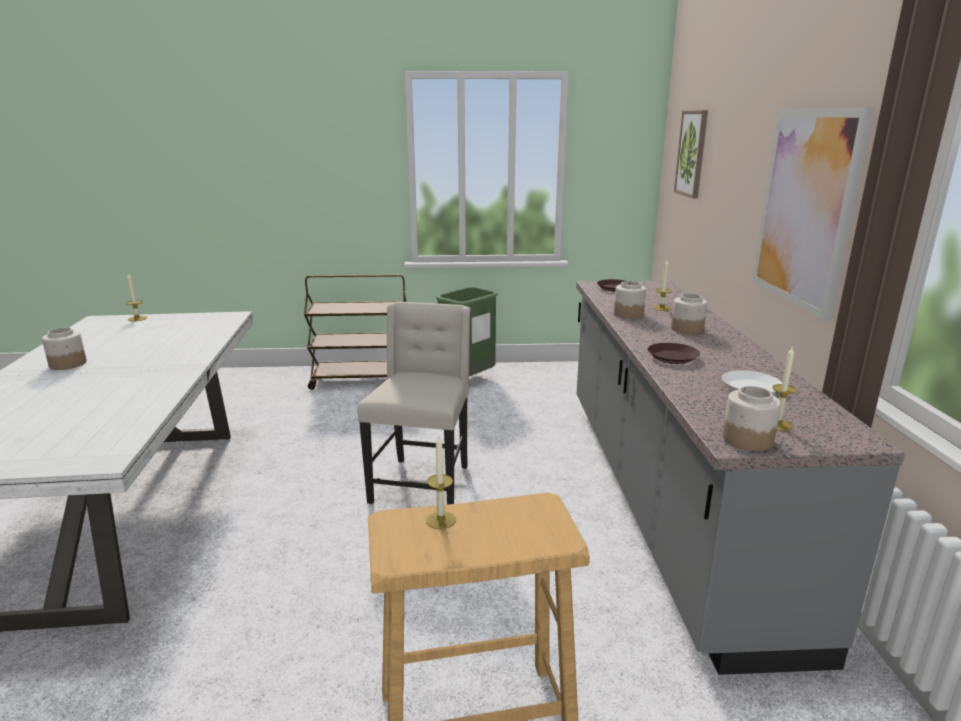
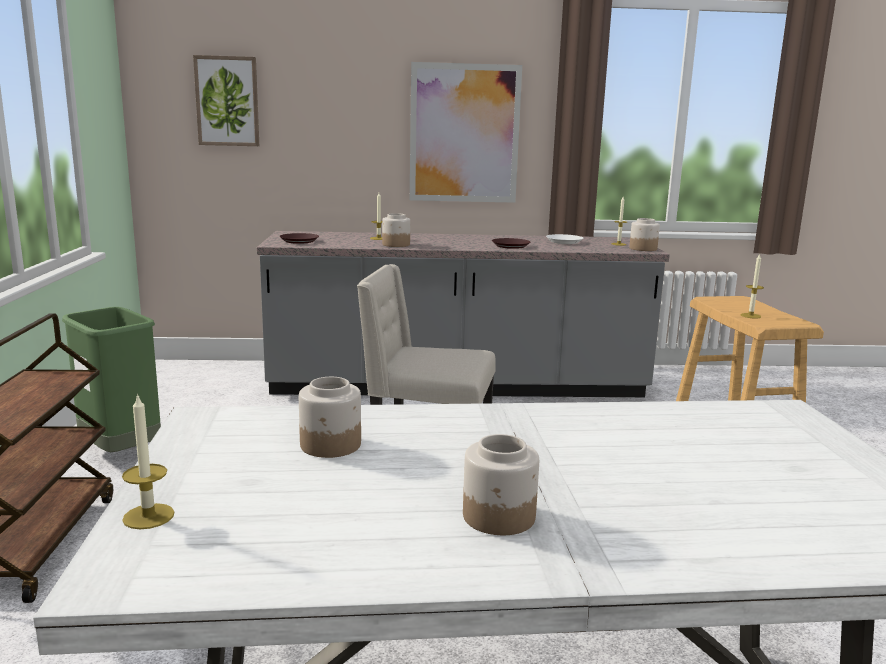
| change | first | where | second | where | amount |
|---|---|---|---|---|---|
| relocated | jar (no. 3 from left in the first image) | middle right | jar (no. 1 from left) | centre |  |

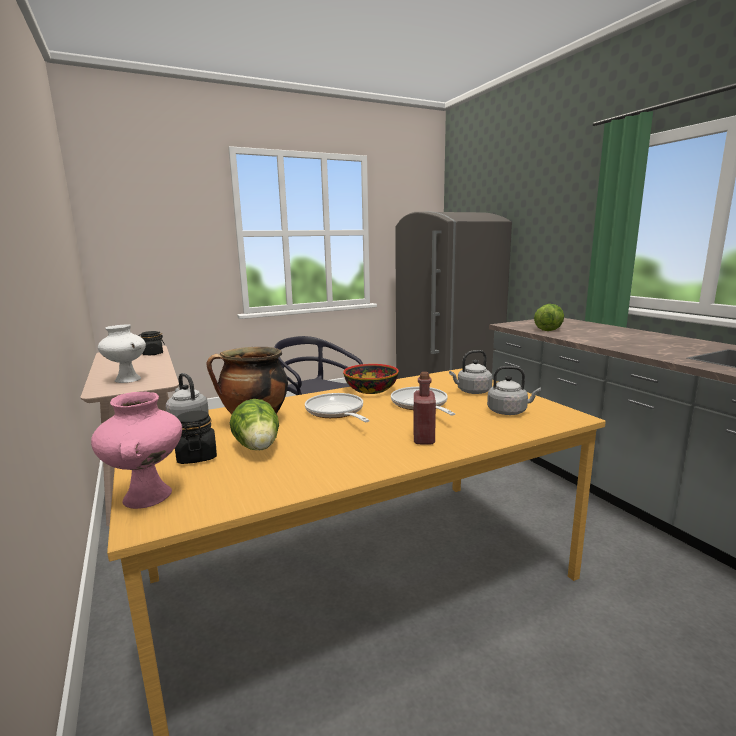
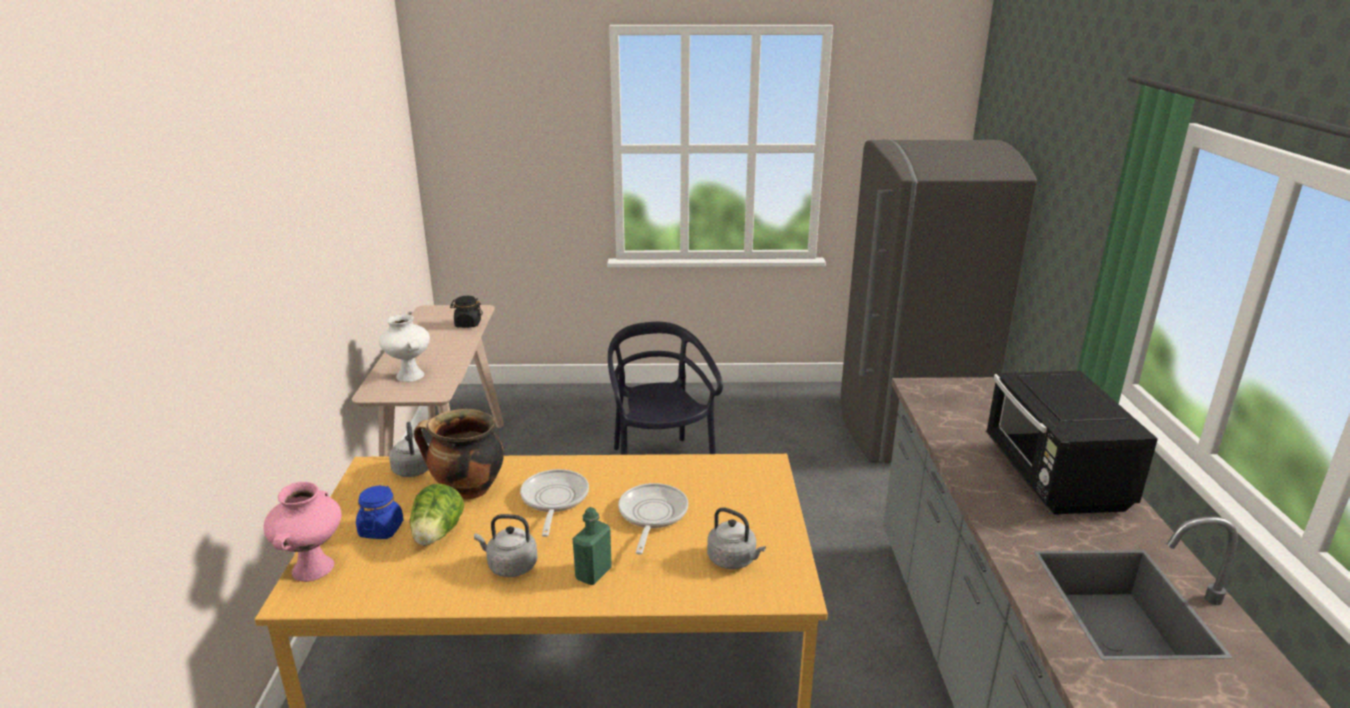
| change | first | where | second | where | amount |
|---|---|---|---|---|---|
| missing | bowl | centre |  |  |  |
| missing | lettuce (no. 2 from left) | middle right |  |  |  |
| appeared |  |  | black microwave | middle right |  |
| relocated | grey kettle (no. 2 from left) | centre |  | bottom centre |  |
| colour | black jar (no. 2 from left) | middle left | blue jar | bottom left |  |
| colour | red bottle | centre | green bottle | bottom centre |  |

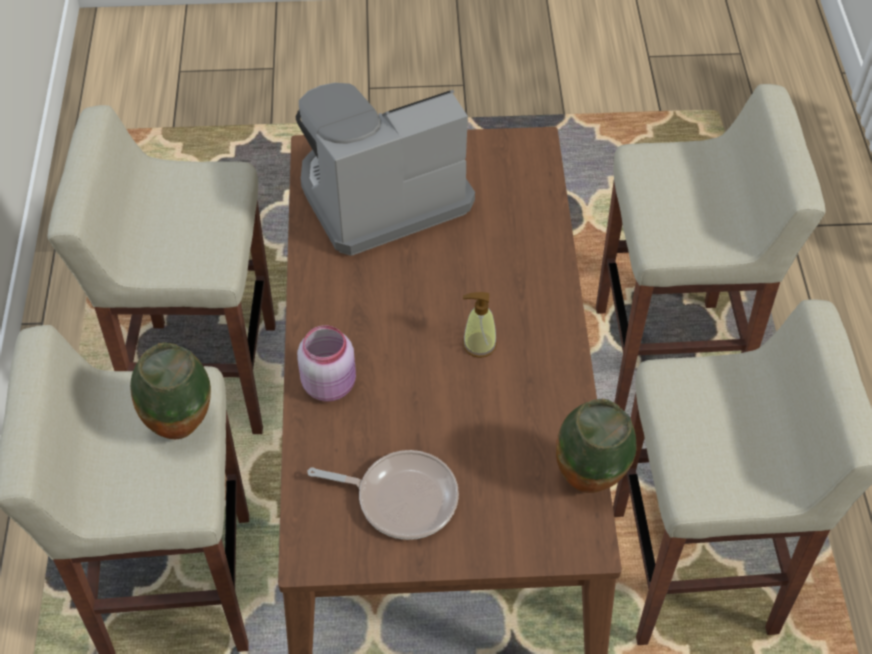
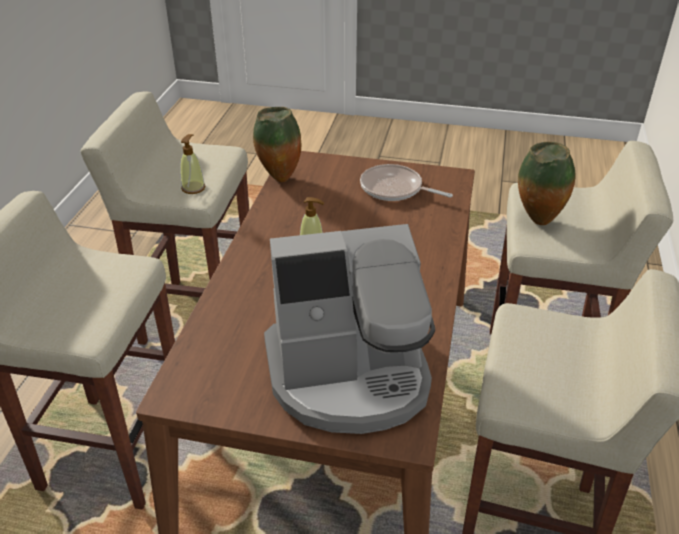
| change | first | where | second | where | amount |
|---|---|---|---|---|---|
| missing | pink jar | centre |  |  |  |
| appeared |  |  | soap dispenser (no. 1 from left) | top left |  |

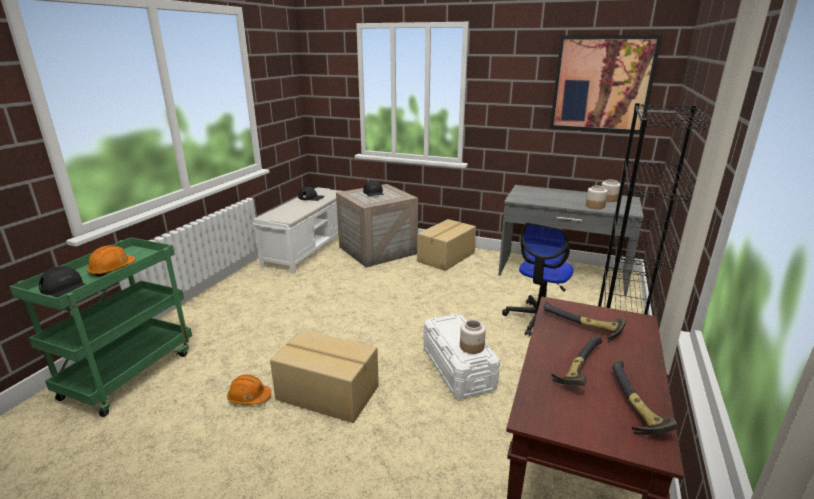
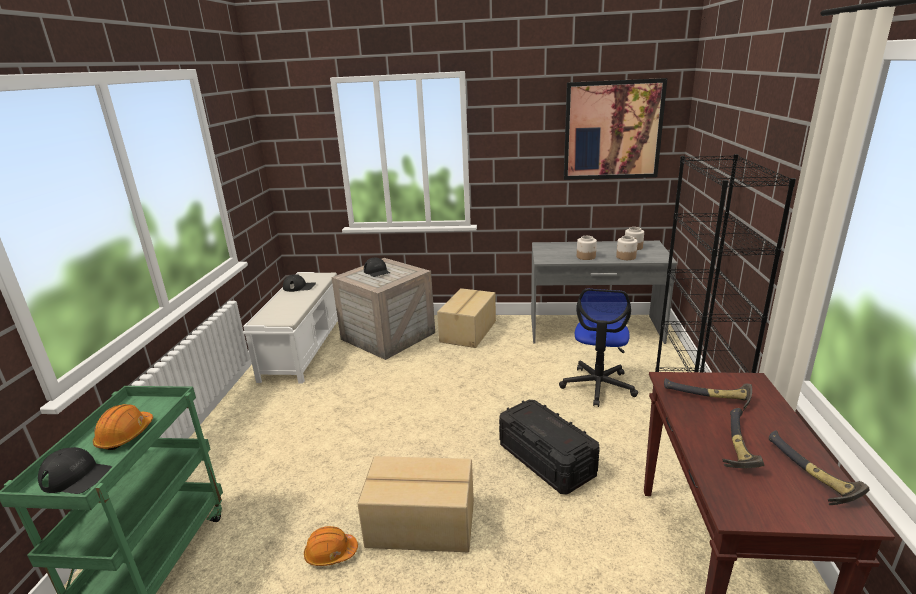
| change | first | where | second | where | amount |
|---|---|---|---|---|---|
| relocated | jar (no. 1 from left) | bottom centre |  | centre |  |
| colour | white storage box | bottom centre | black storage box | bottom centre |  |

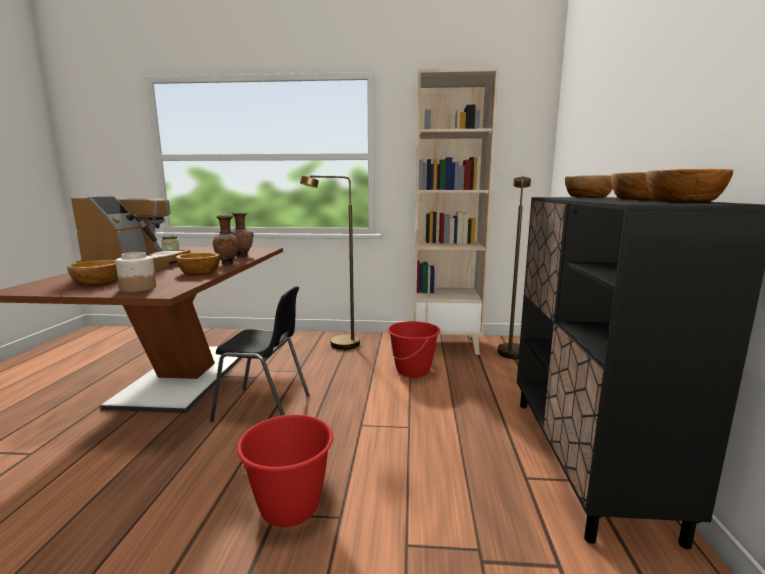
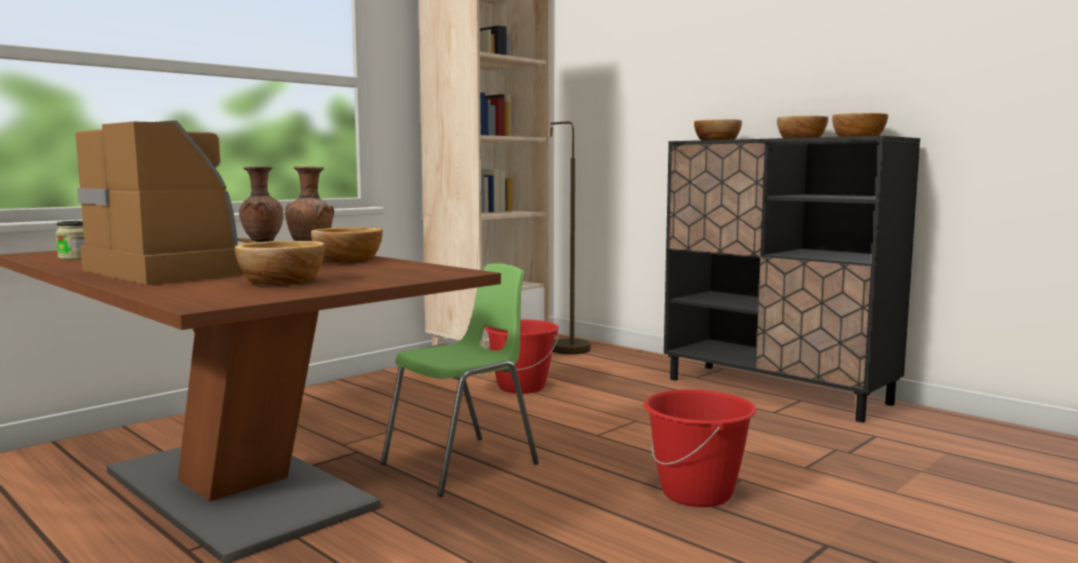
| change | first | where | second | where | amount |
|---|---|---|---|---|---|
| missing | jar (no. 1 from left) | middle left |  |  |  |
| missing | brown floor lamp (no. 1 from left) | centre |  |  |  |
| colour | black chair | centre | green chair | bottom centre |  |

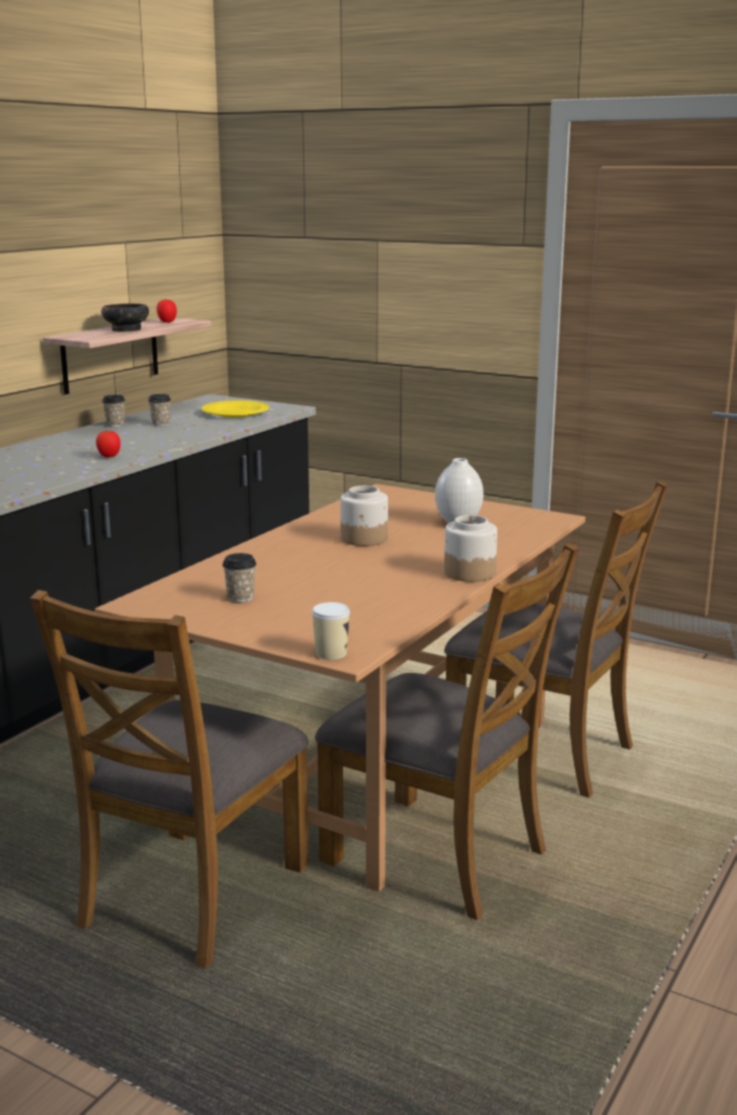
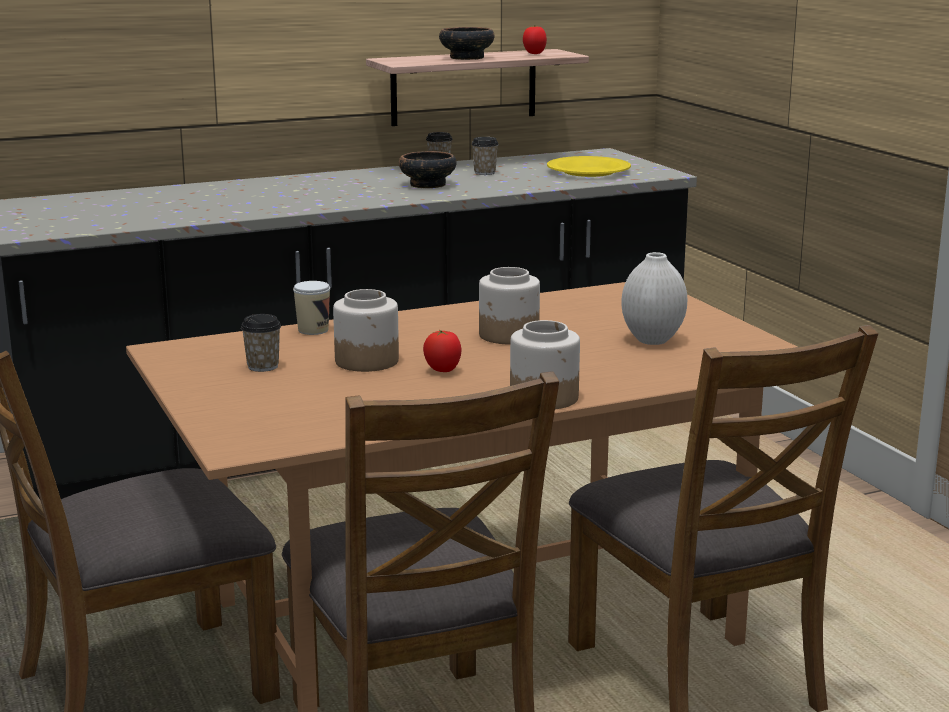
| change | first | where | second | where | amount |
|---|---|---|---|---|---|
| appeared |  |  | jar (no. 1 from left) | centre |  |
| appeared |  |  | bowl (no. 1 from left) | top centre |  |
| relocated | tomato (no. 1 from left) | middle left |  | centre |  |
| relocated | cup (no. 4 from left in the first image) | centre | cup (no. 2 from left) | middle left |  |

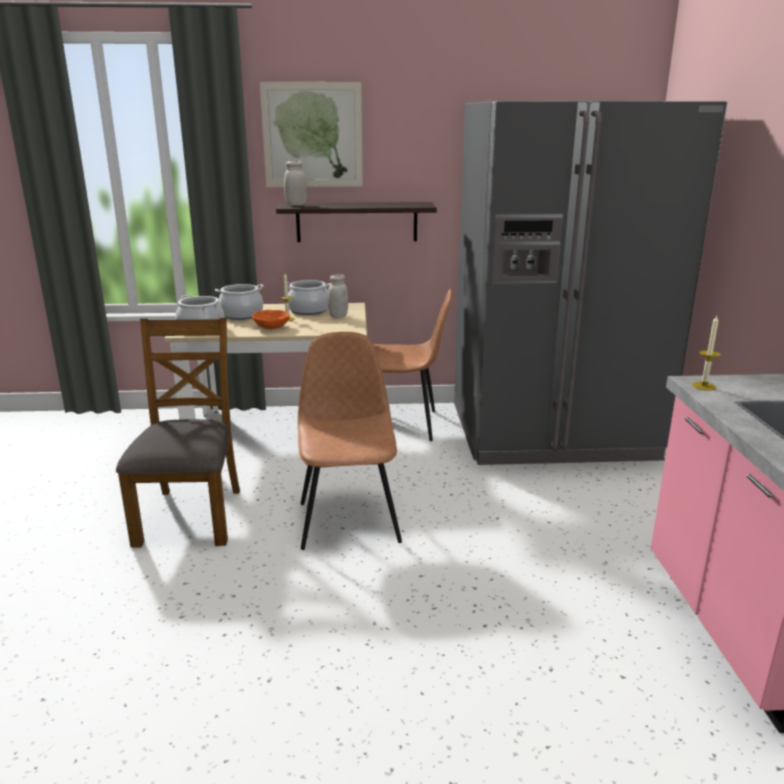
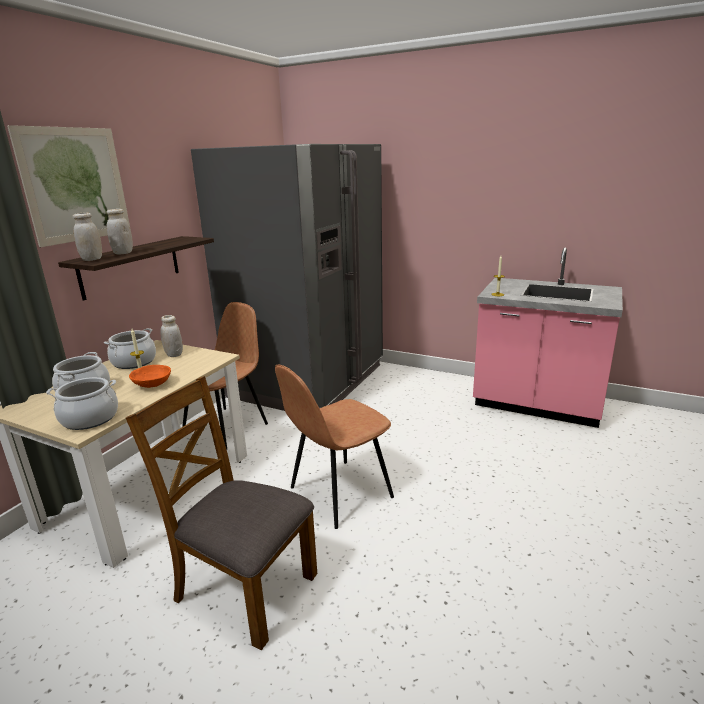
| change | first | where | second | where | amount |
|---|---|---|---|---|---|
| appeared |  |  | white jar (no. 2 from left) | top left |  |
| spun | brown chair (no. 2 from left in the first image) | centre | brown chair (no. 3 from left) | centre | 60 degrees counterclockwise |

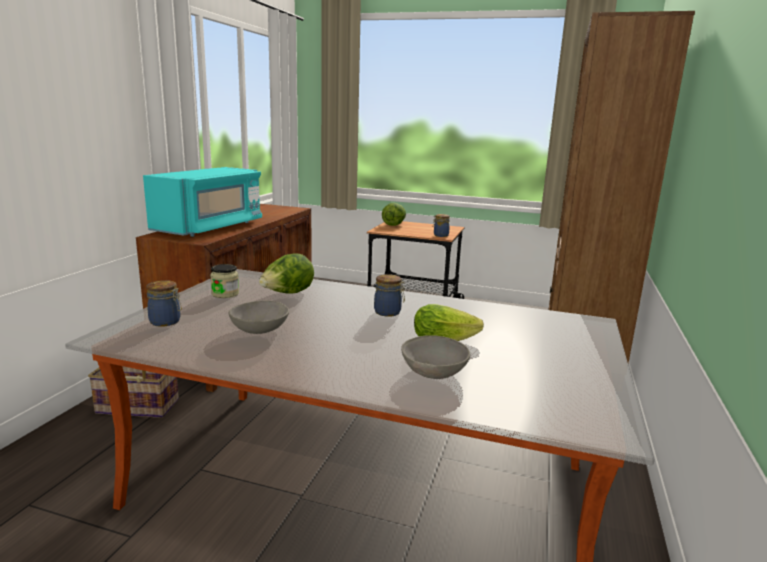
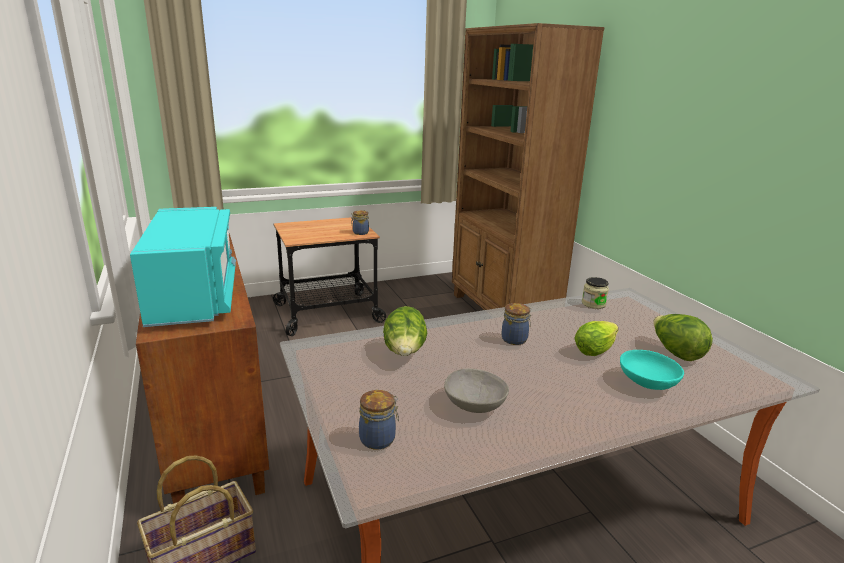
| change | first | where | second | where | amount |
|---|---|---|---|---|---|
| relocated | jar (no. 2 from left in the first image) | middle left | jar (no. 4 from left) | middle right |  |
| relocated | lettuce (no. 2 from left in the first image) | centre | lettuce (no. 3 from left) | middle right |  |
| colour | grey bowl (no. 2 from left) | centre | turquoise bowl | middle right |  |

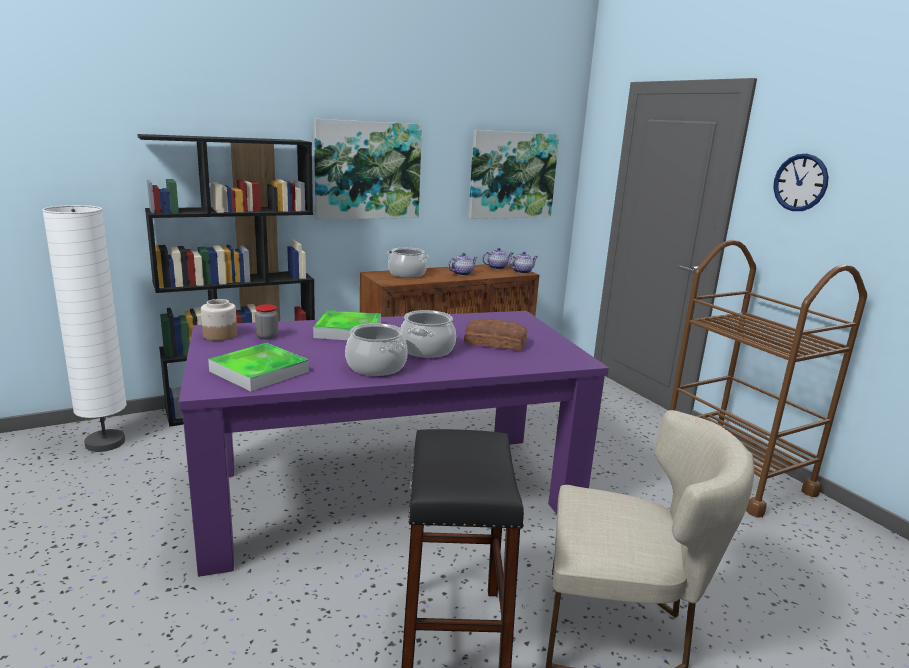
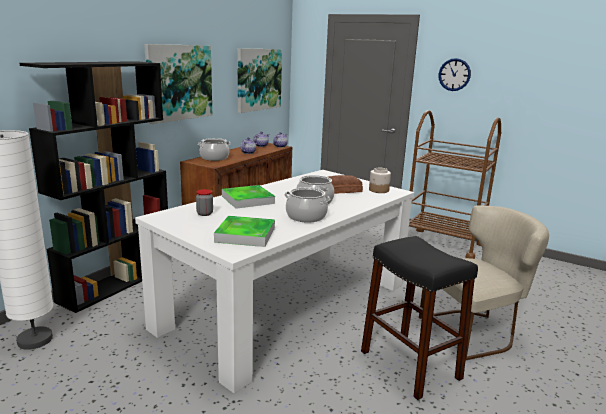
| change | first | where | second | where | amount |
|---|---|---|---|---|---|
| relocated | jar (no. 1 from left in the first image) | middle left | jar (no. 2 from left) | centre |  |
| colour | purple dining table | centre | white dining table | bottom centre |  |

